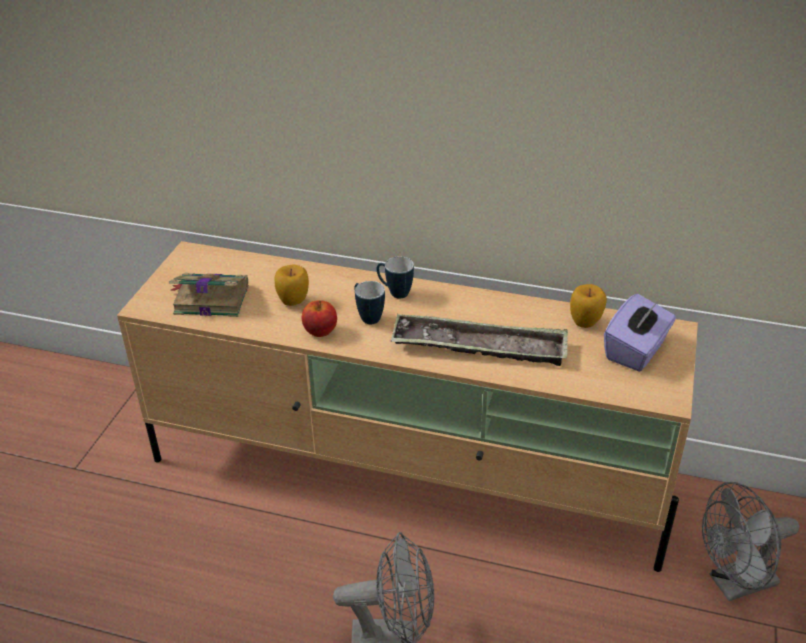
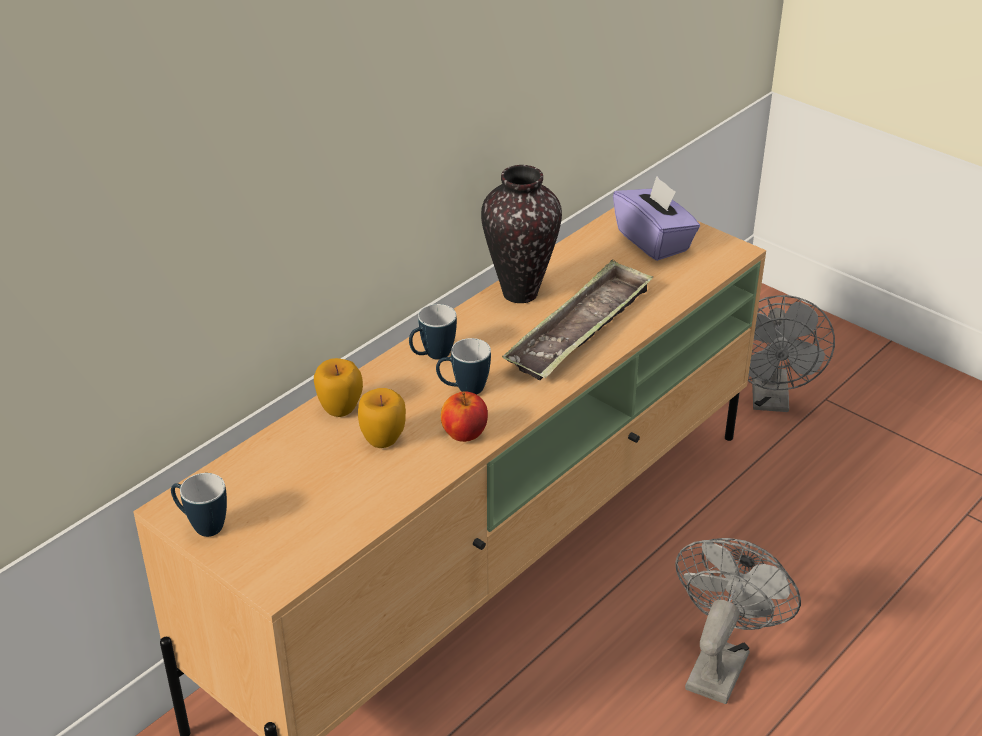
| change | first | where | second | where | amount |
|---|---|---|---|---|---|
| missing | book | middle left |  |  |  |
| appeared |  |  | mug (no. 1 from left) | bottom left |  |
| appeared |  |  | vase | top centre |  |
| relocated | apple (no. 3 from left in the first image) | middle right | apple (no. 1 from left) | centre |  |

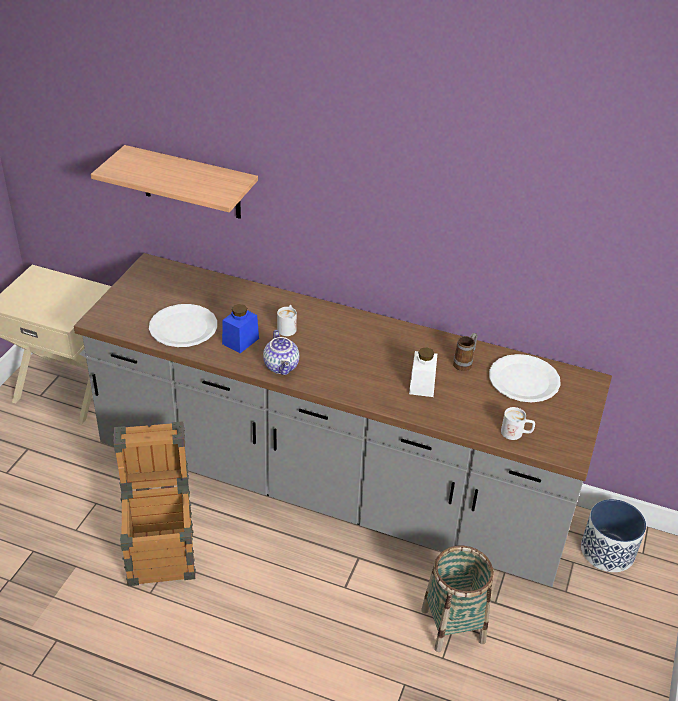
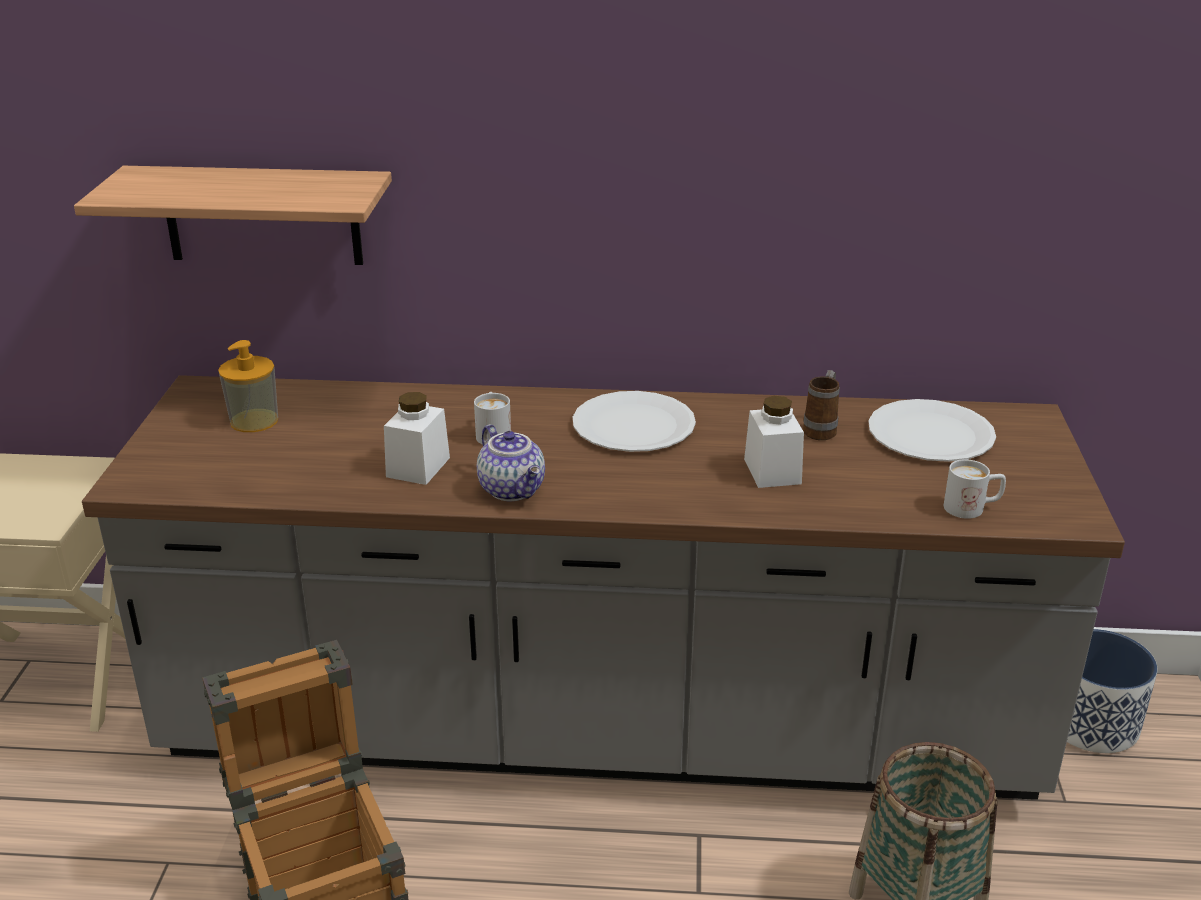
| change | first | where | second | where | amount |
|---|---|---|---|---|---|
| appeared |  |  | soap dispenser | middle left |  |
| relocated | white plate (no. 1 from left) | middle left |  | centre |  |
| colour | blue jar | centre | white jar (no. 1 from left) | centre |  |

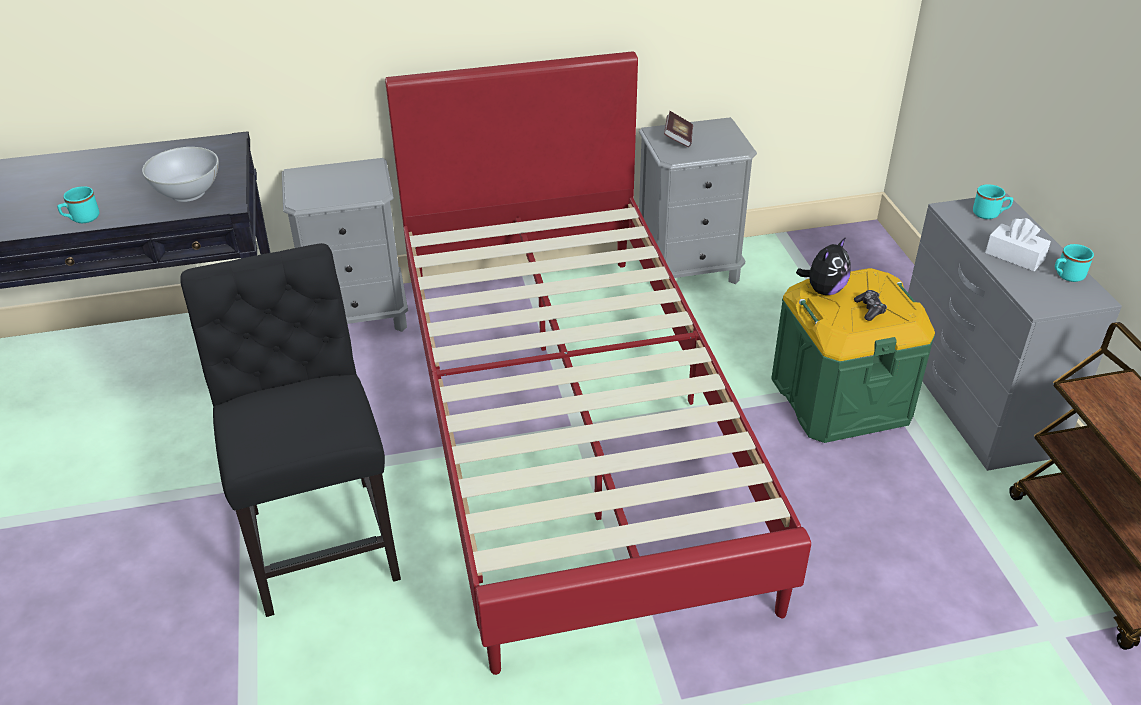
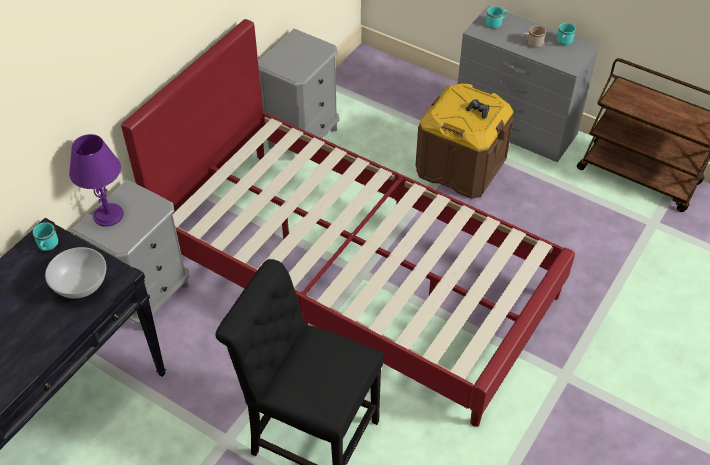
| change | first | where | second | where | amount |
|---|---|---|---|---|---|
| missing | book | top centre |  |  |  |
| missing | plush toy | middle right |  |  |  |
| appeared |  |  | purple table lamp | middle left |  |
| relocated | turquoise mug (no. 1 from left) | top left |  | middle left |  |
| exchanged | white tissue box | middle right | beige mug | top right |  |
| colour | green storage box | middle right | brown storage box | top centre |  |

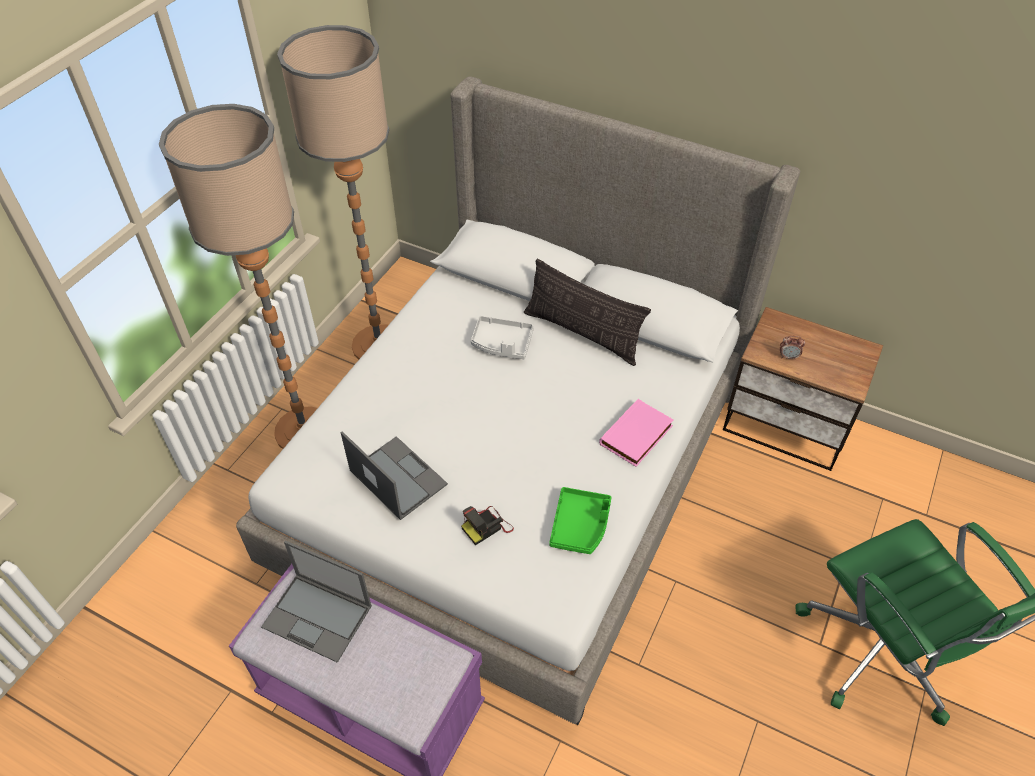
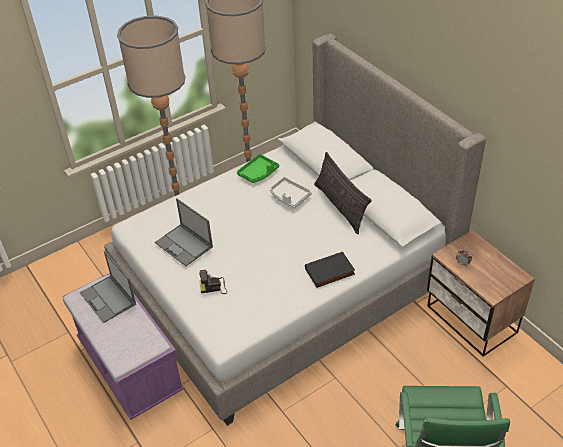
| change | first | where | second | where | amount |
|---|---|---|---|---|---|
| relocated | green tray | bottom centre |  | centre |  |
| colour | pink book | centre | black book | centre |  |
| spun | laptop (no. 2 from left) | centre |  | middle left | 150 degrees clockwise |

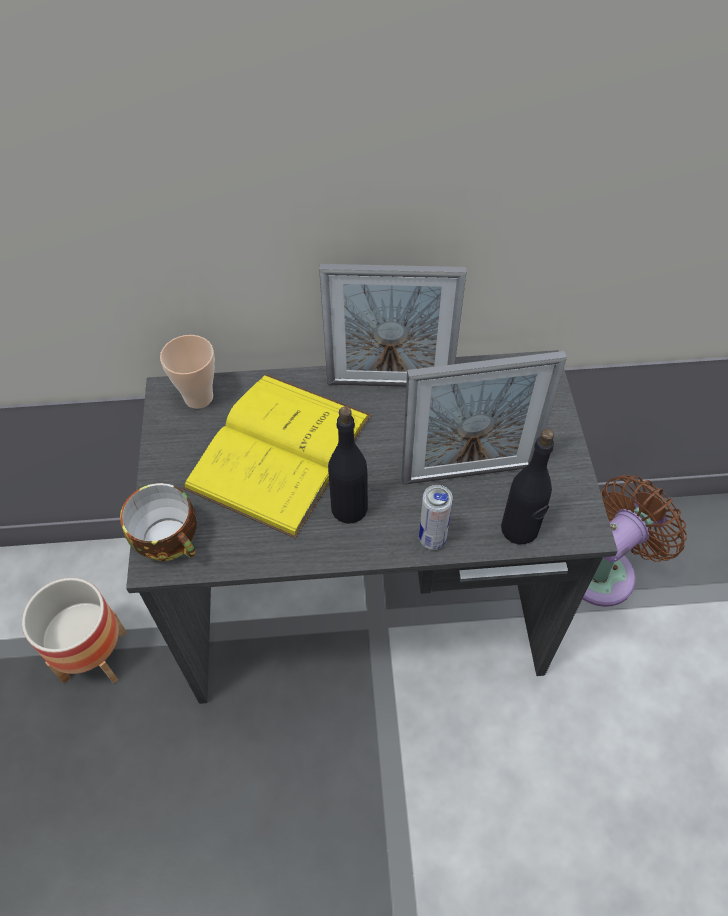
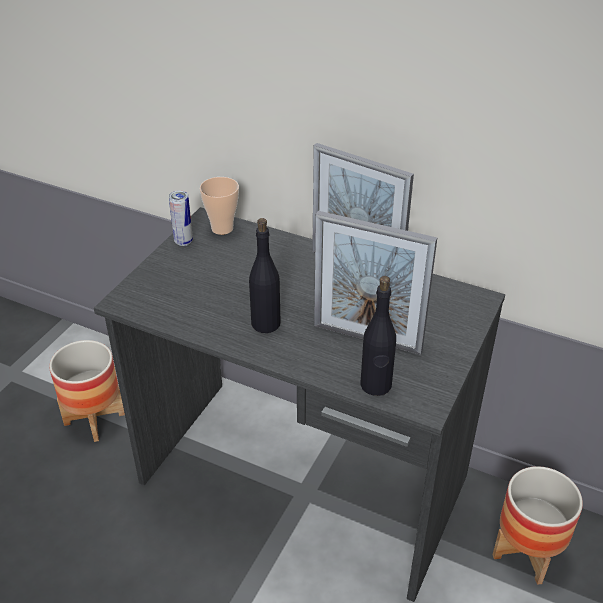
| change | first | where | second | where | amount |
|---|---|---|---|---|---|
| missing | cup (no. 1 from left) | middle left |  |  |  |
| missing | yellow book | centre |  |  |  |
| relocated | can | centre |  | middle left |  |
| exchanged | brown fan | middle right | planter (no. 2 from left) | bottom right |  |

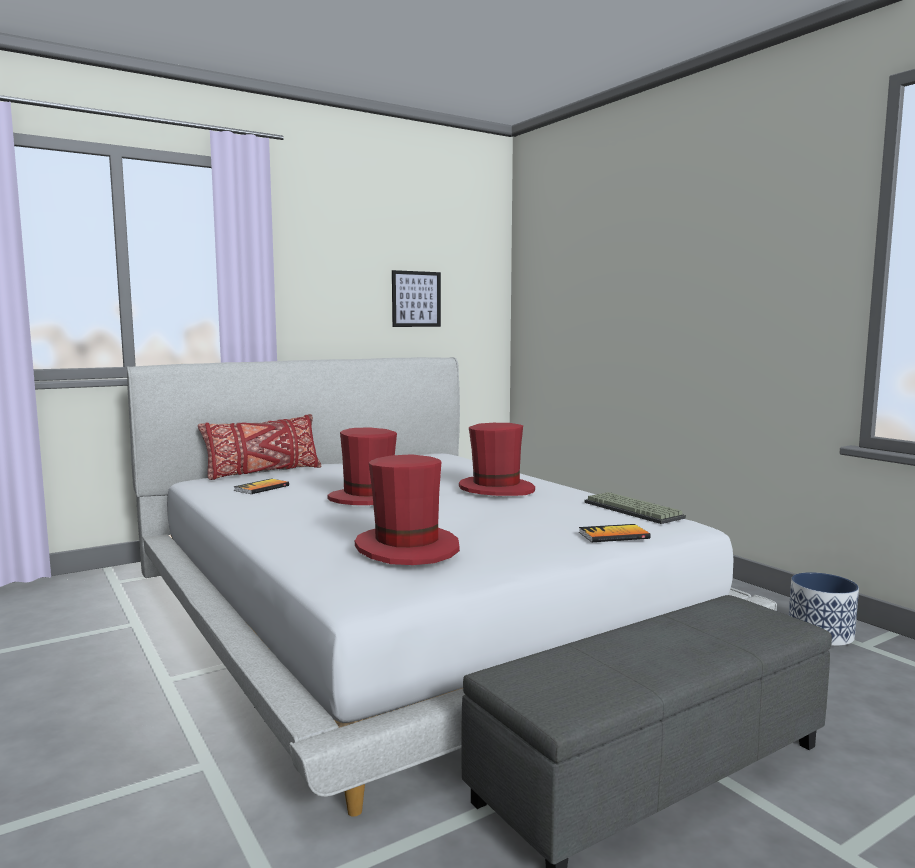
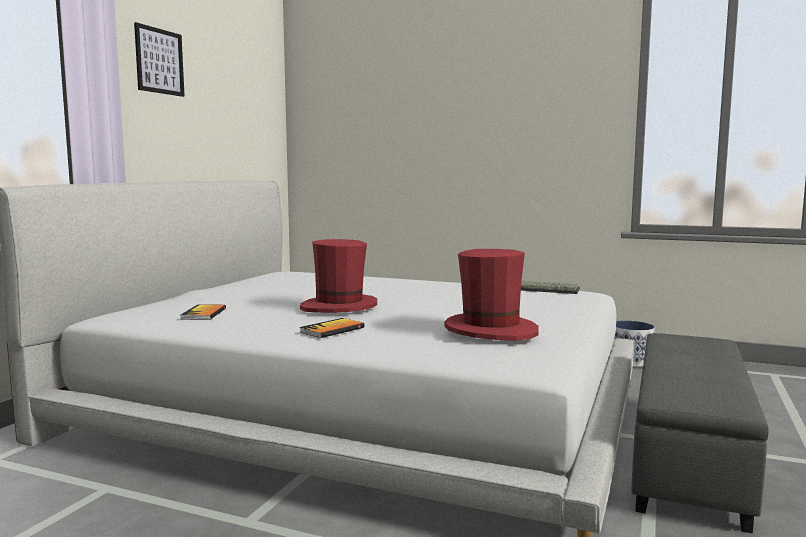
| change | first | where | second | where | amount |
|---|---|---|---|---|---|
| missing | red pillow | middle left |  |  |  |
| missing | red hat (no. 3 from left) | centre |  |  |  |
| relocated | picture | centre |  | top left |  |
| relocated | book (no. 2 from left) | middle right |  | centre |  |

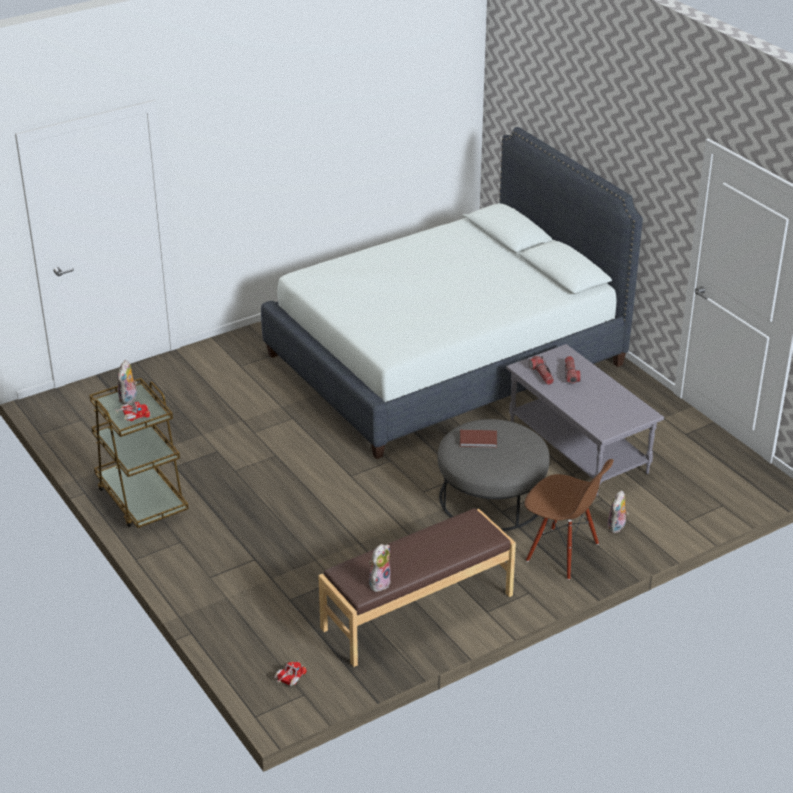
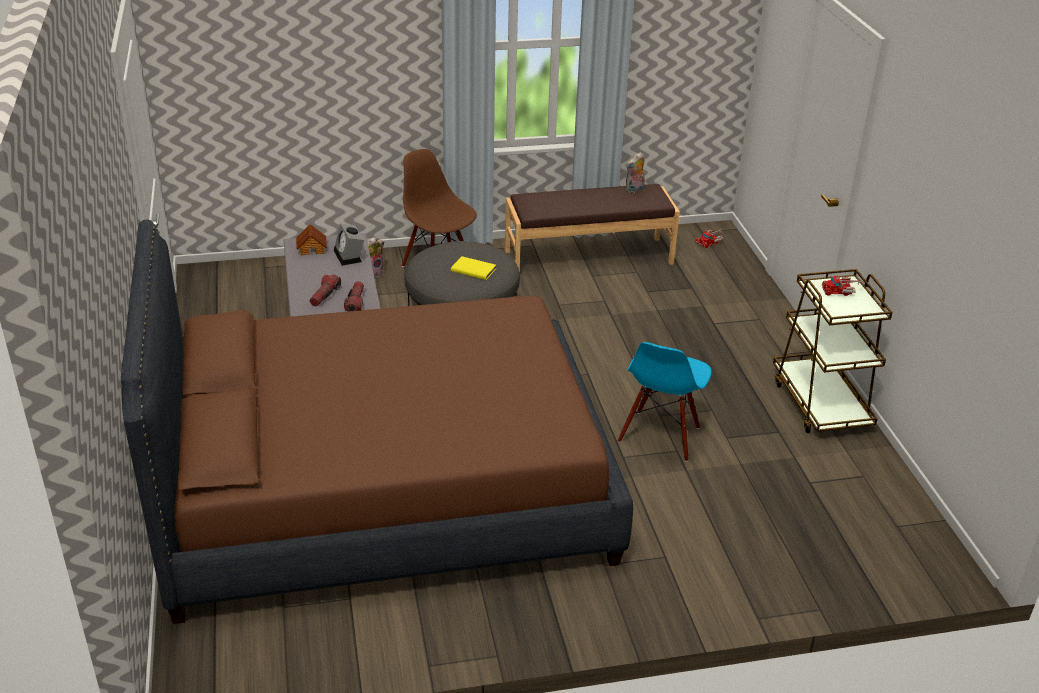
| change | first | where | second | where | amount |
|---|---|---|---|---|---|
| missing | plush toy (no. 1 from left) | middle left |  |  |  |
| appeared |  |  | toy house | middle left |  |
| appeared |  |  | alarm clock | centre |  |
| appeared |  |  | blue chair | centre |  |
| colour | white bed | centre | brown bed | centre |  |
| colour | brown book | centre | yellow book | centre |  |

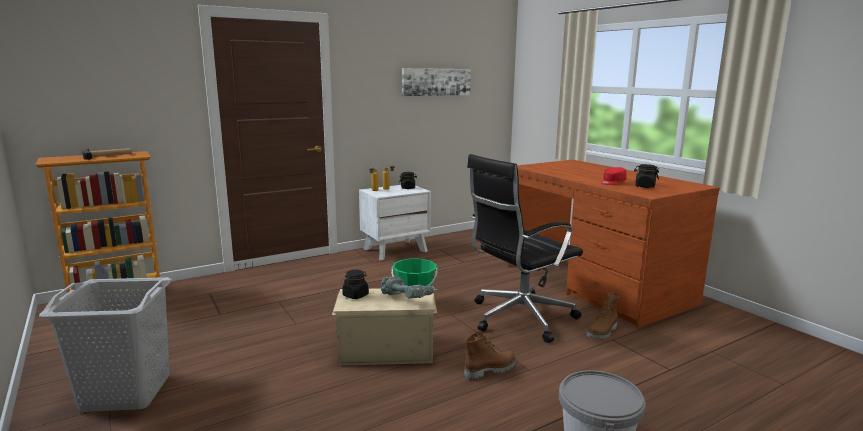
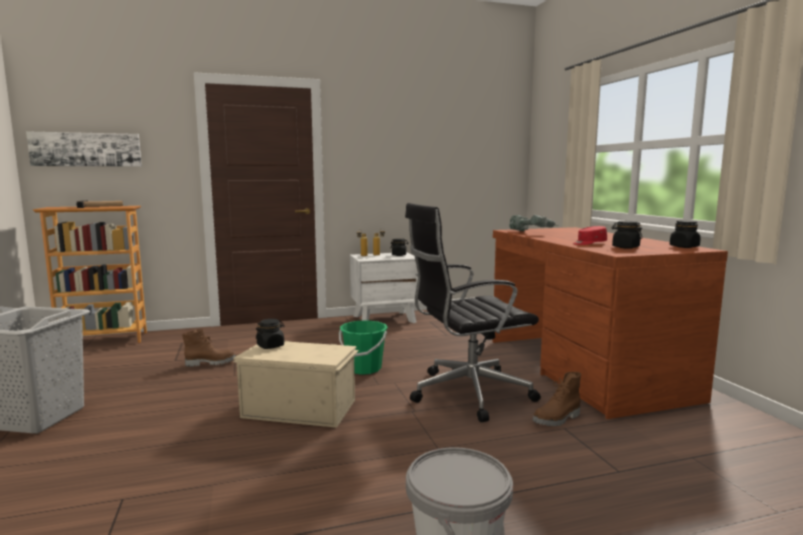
| change | first | where | second | where | amount |
|---|---|---|---|---|---|
| appeared |  |  | black jar (no. 4 from left) | middle right |  |
| relocated | power drill | bottom centre |  | centre |  |
| relocated | picture | top centre |  | top left |  |
| relocated | brown boot (no. 1 from left) | bottom centre |  | middle left |  |

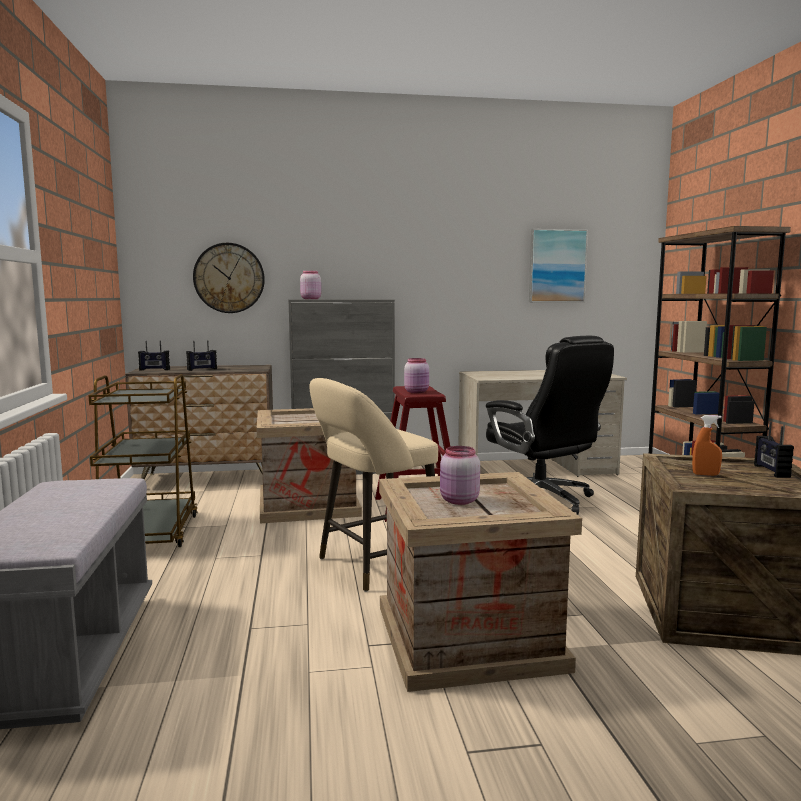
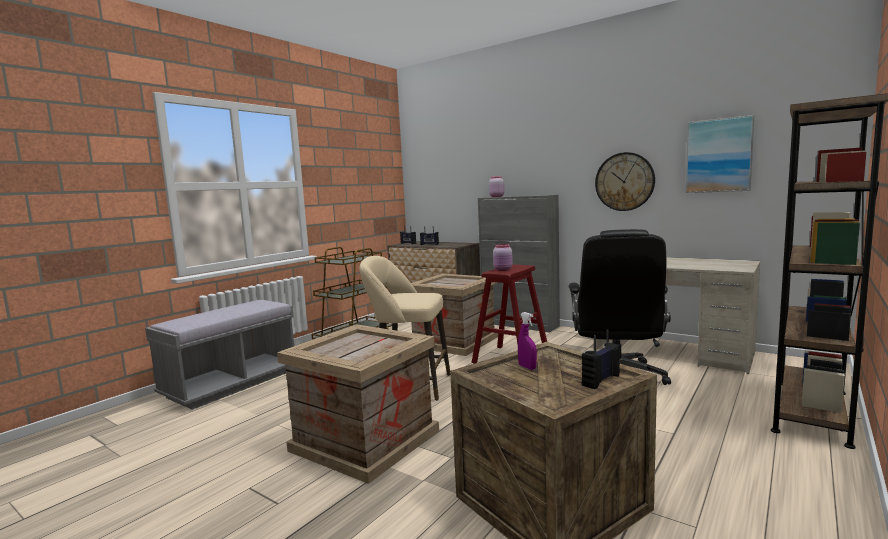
| change | first | where | second | where | amount |
|---|---|---|---|---|---|
| missing | pink jar (no. 3 from left) | centre |  |  |  |
| relocated | wall clock | middle left |  | middle right |  |
| colour | orange spray bottle | middle right | purple spray bottle | centre |  |

